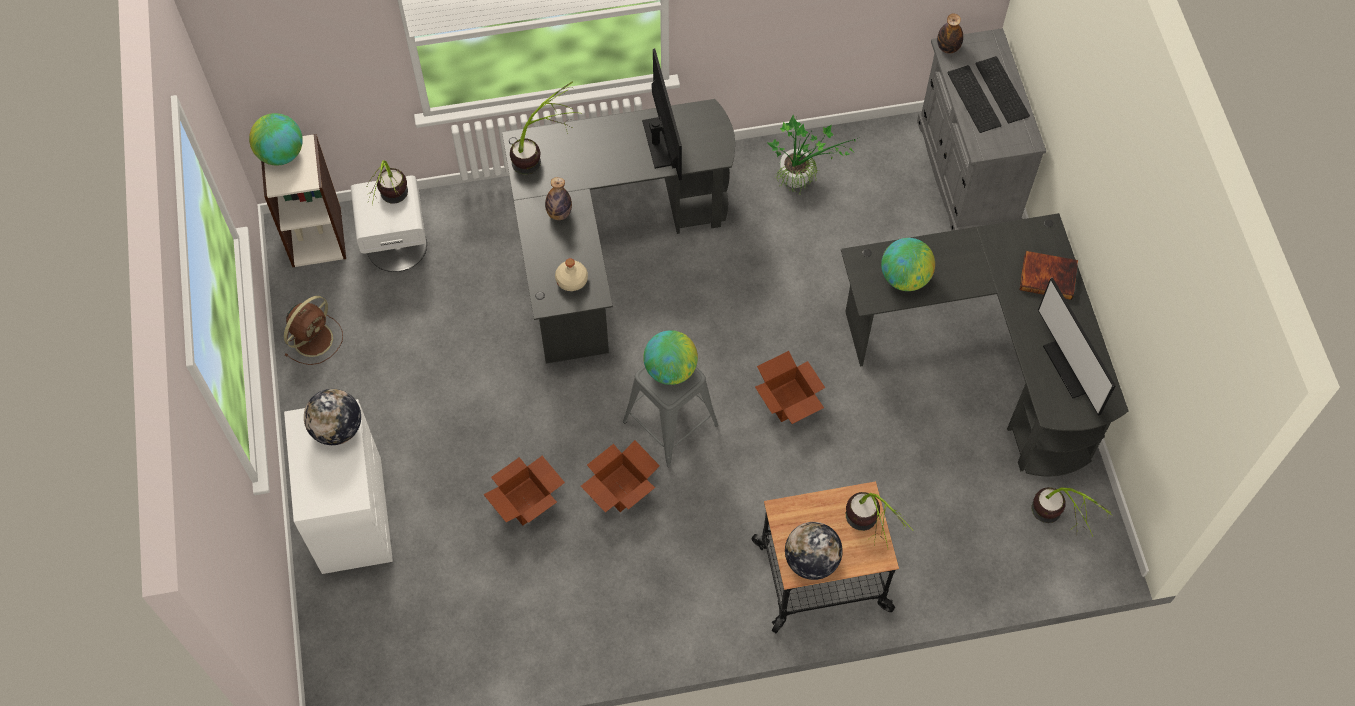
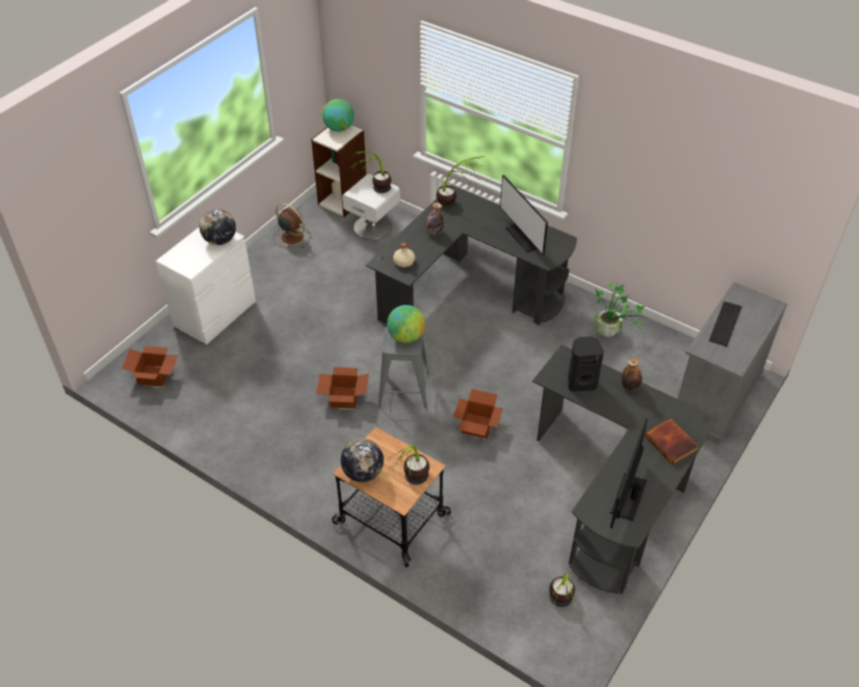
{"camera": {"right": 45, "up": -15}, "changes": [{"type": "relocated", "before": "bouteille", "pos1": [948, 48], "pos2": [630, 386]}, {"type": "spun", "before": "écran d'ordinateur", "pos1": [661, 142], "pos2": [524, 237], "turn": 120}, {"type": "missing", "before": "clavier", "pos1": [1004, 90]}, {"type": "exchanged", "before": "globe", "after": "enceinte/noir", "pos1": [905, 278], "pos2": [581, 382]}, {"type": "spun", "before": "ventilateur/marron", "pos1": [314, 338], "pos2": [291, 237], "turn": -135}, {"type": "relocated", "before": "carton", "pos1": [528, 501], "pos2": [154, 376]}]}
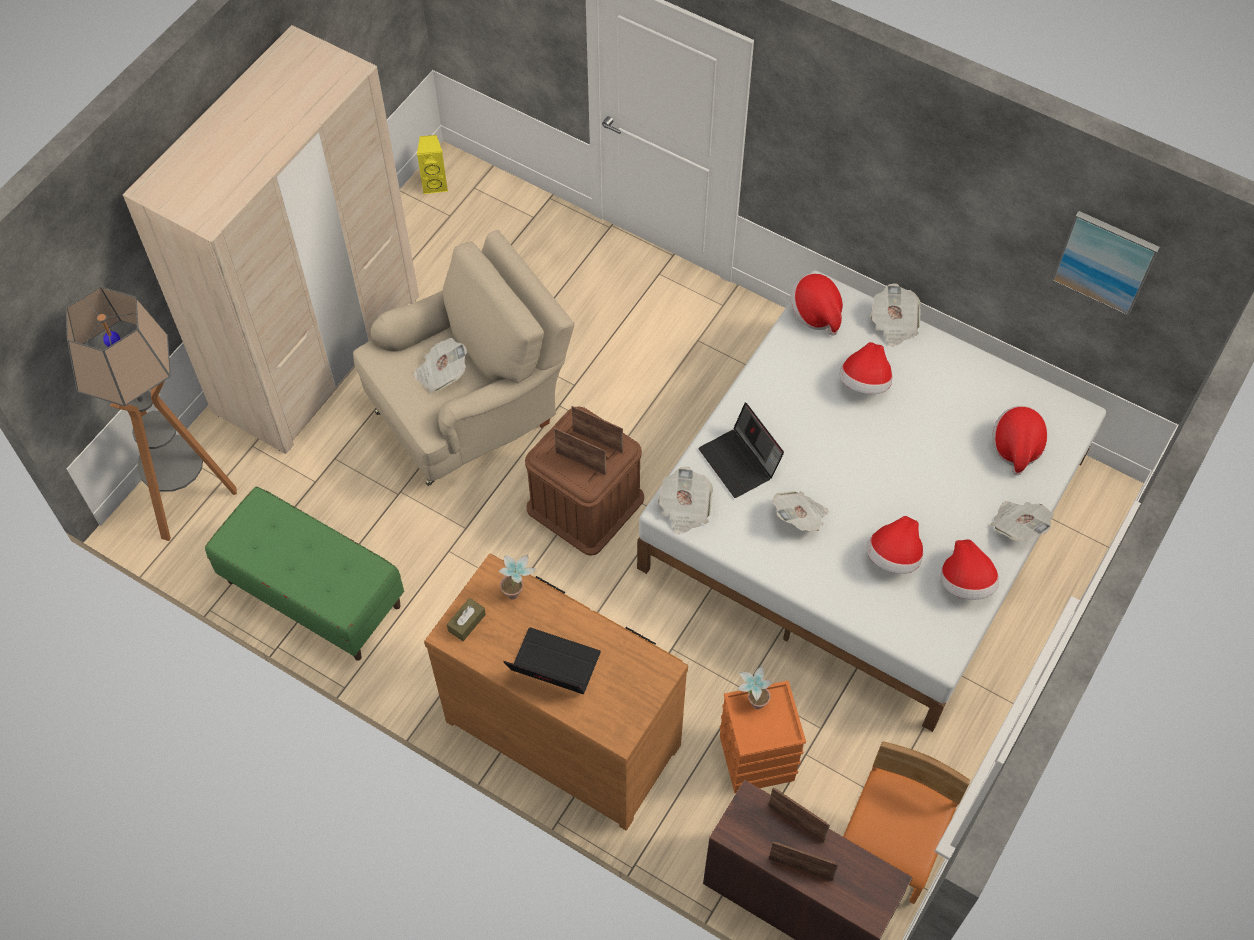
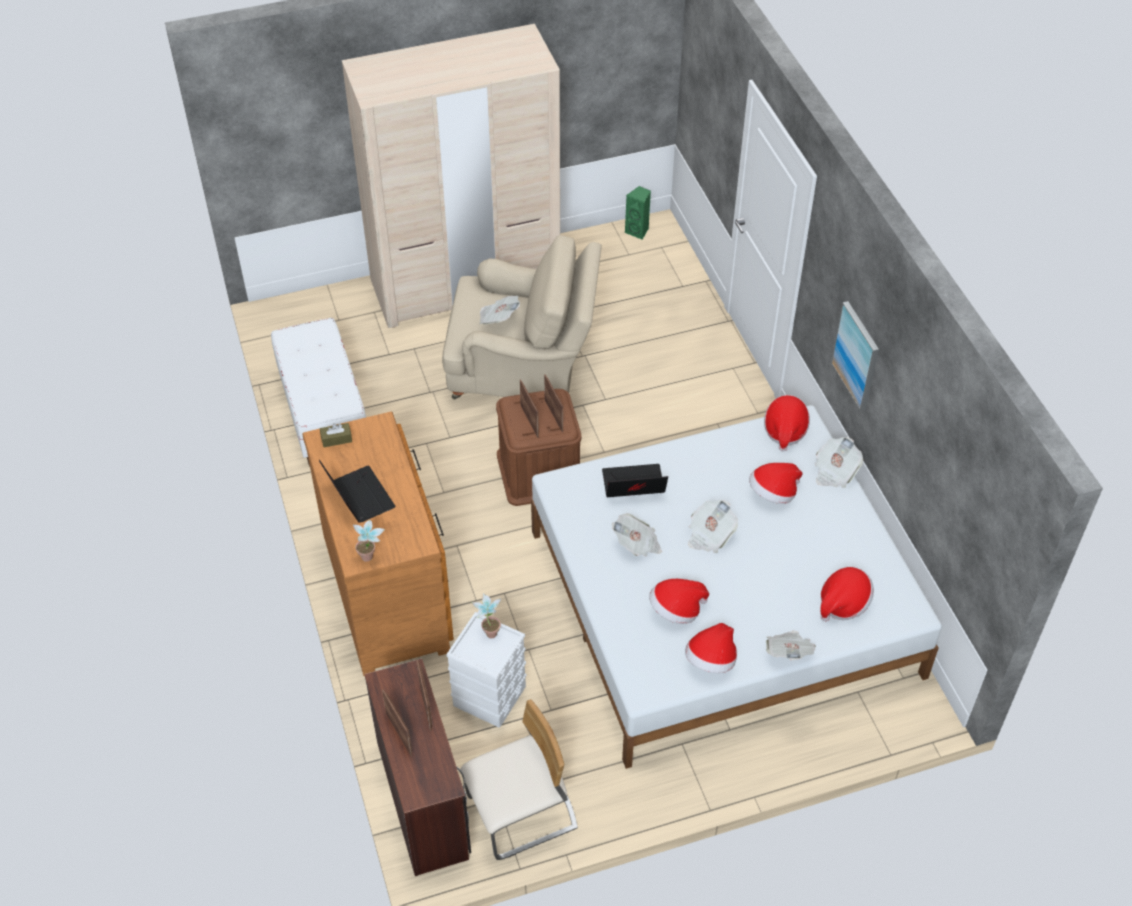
{"camera": {"right": 40, "up": -10}, "changes": [{"type": "colour", "before": "enceinte/jaune", "after": "enceinte/vert", "pos1": [435, 184], "pos2": [638, 231]}, {"type": "relocated", "before": "tableau", "pos1": [1105, 262], "pos2": [857, 355]}, {"type": "missing", "before": "lampadaire", "pos1": [187, 499]}, {"type": "spun", "before": "ordinateur portable", "pos1": [740, 462], "pos2": [632, 486], "turn": 75}, {"type": "relocated", "before": "journal", "pos1": [685, 509], "pos2": [709, 535]}, {"type": "colour", "before": "banc/vert", "after": "banc/blanc", "pos1": [313, 594], "pos2": [323, 414]}, {"type": "relocated", "before": "plante en pot", "pos1": [517, 592], "pos2": [370, 558]}, {"type": "colour", "before": "boîte de rangement/orange", "after": "boîte de rangement/blanc", "pos1": [756, 759], "pos2": [488, 696]}, {"type": "colour", "before": "chaise/orange", "after": "chaise/beige", "pos1": [890, 844], "pos2": [522, 814]}]}
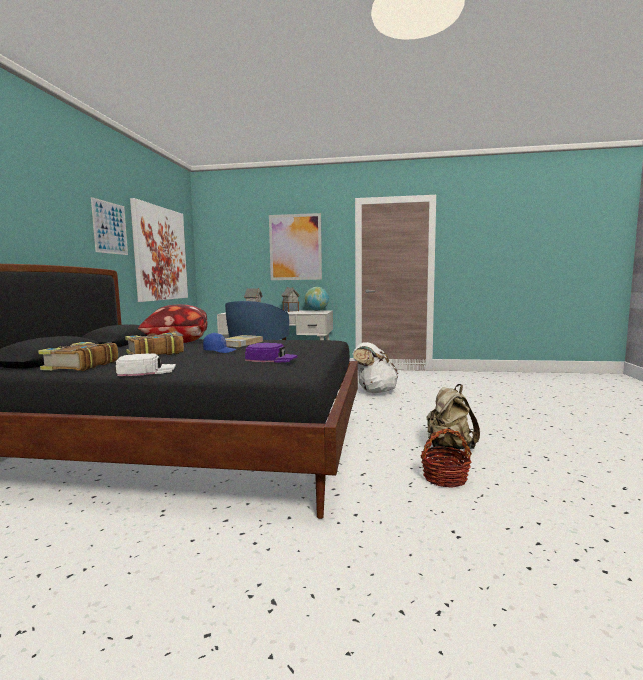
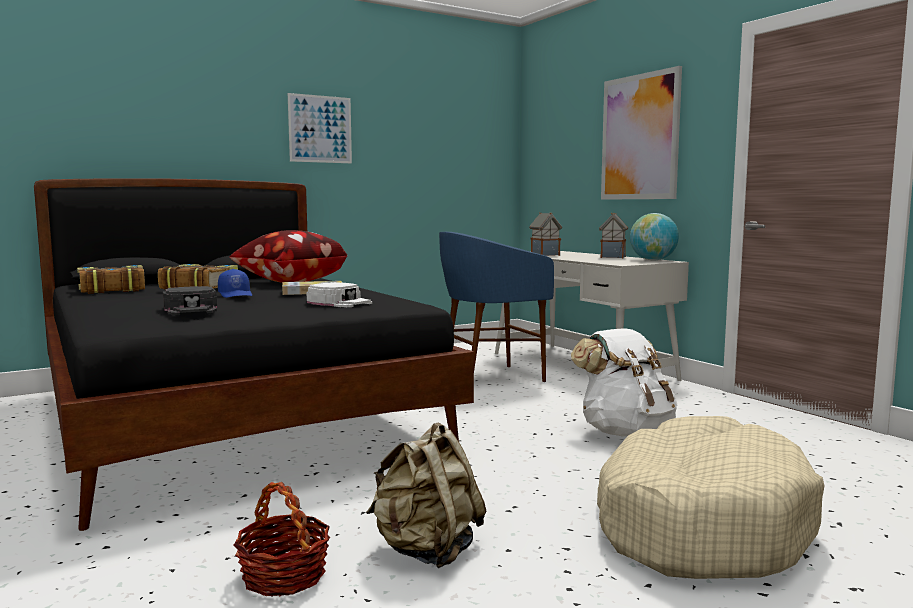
{"camera": {"right": 50, "up": 0}, "changes": [{"type": "missing", "before": "tableau", "pos1": [160, 254]}, {"type": "colour", "before": "casquette/violet", "after": "casquette/noir", "pos1": [271, 358], "pos2": [191, 309]}, {"type": "relocated", "before": "casquette/blanc", "pos1": [146, 371], "pos2": [340, 302]}, {"type": "appeared", "after": "panier pour chien/beige", "pos2": [699, 524]}]}
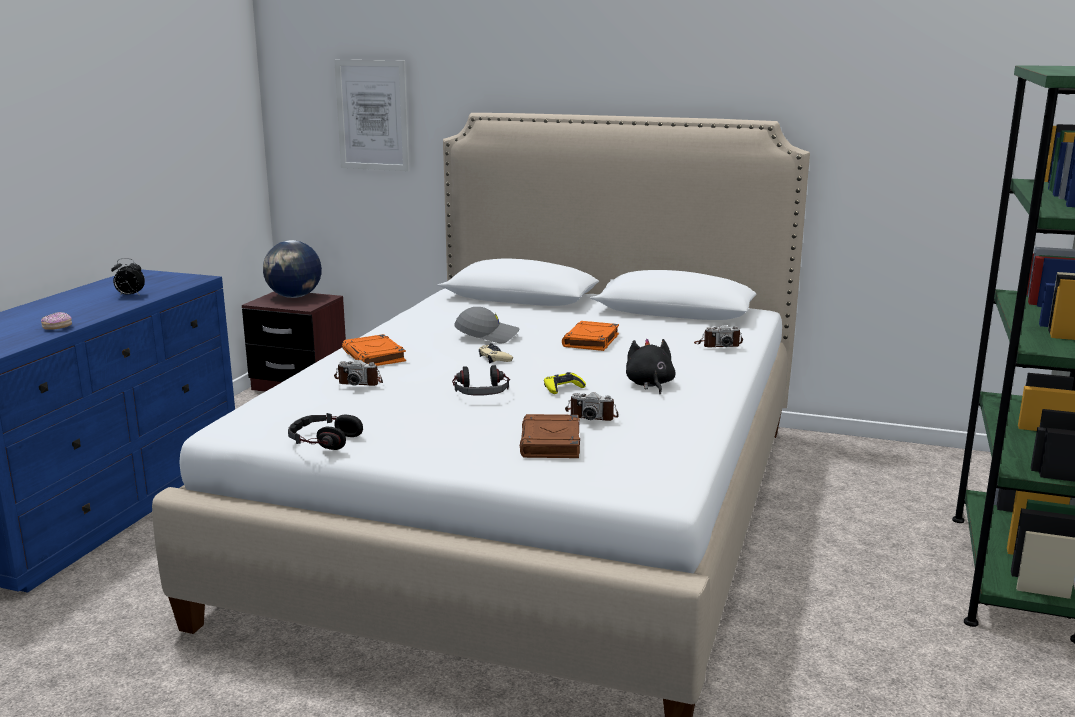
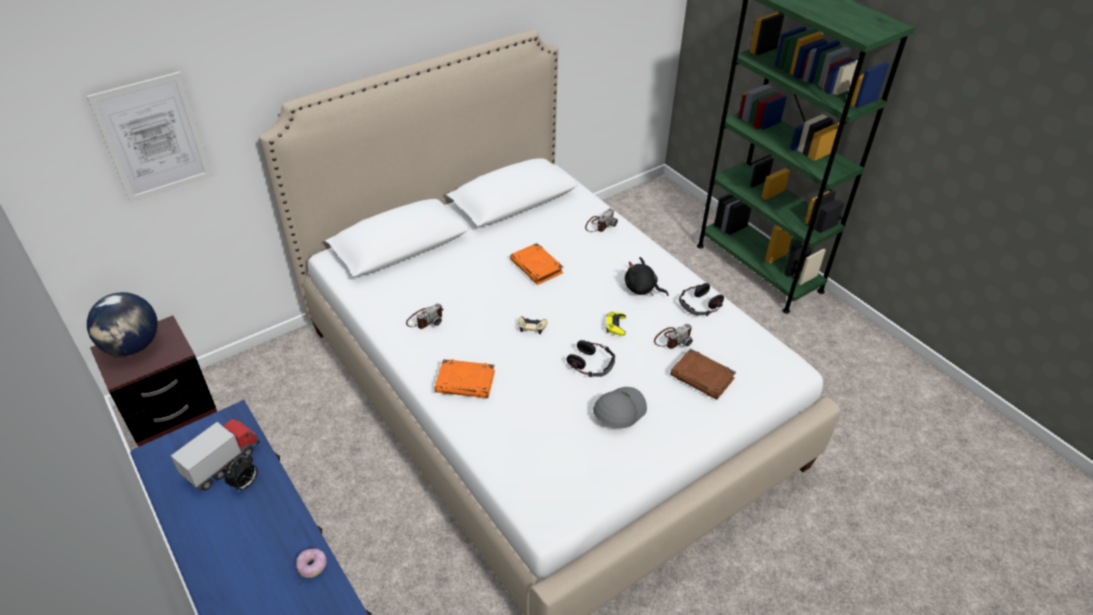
{"camera": {"right": -55, "up": 25}, "changes": [{"type": "relocated", "before": "casquette/gris", "pos1": [487, 336], "pos2": [618, 411]}, {"type": "relocated", "before": "appareil photo", "pos1": [360, 382], "pos2": [425, 319]}, {"type": "relocated", "before": "casque audio", "pos1": [324, 440], "pos2": [700, 305]}, {"type": "appeared", "after": "camion jouet", "pos2": [223, 463]}]}
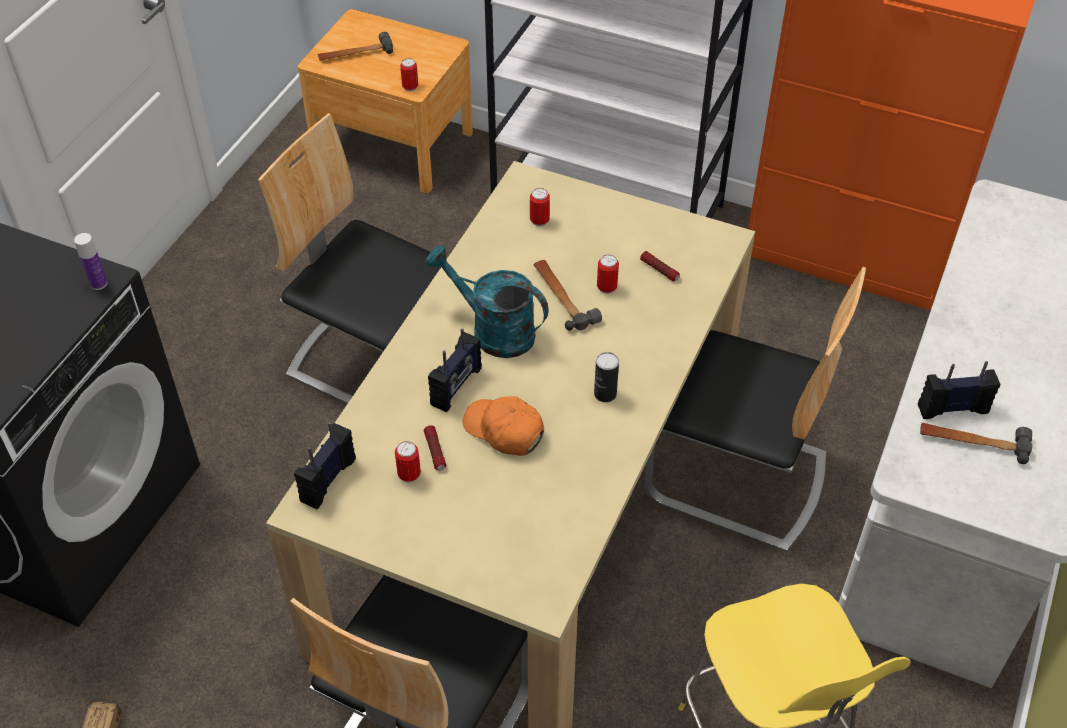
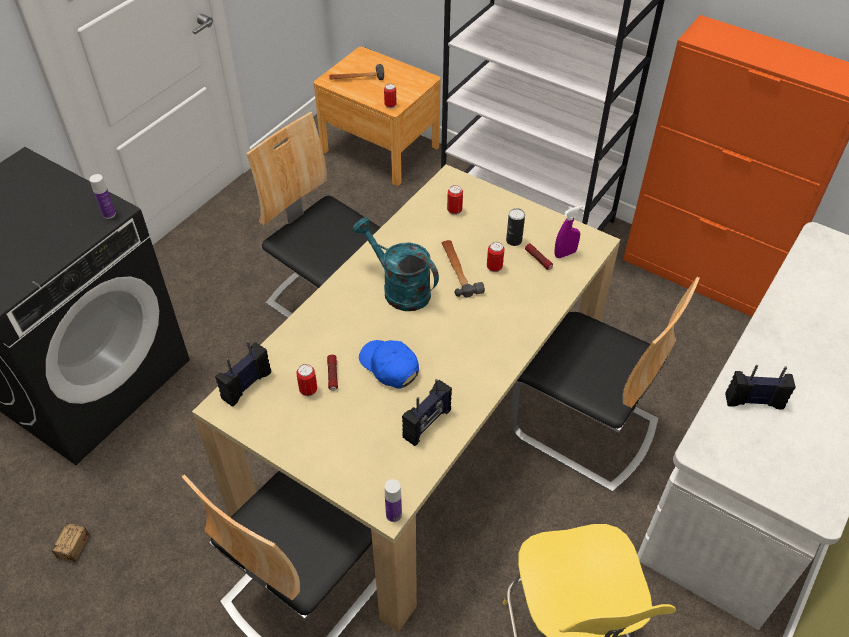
{"camera": {"right": 10, "up": 0}, "changes": [{"type": "relocated", "before": "radio", "pos1": [457, 387], "pos2": [427, 424]}, {"type": "relocated", "before": "boîte métallique", "pos1": [605, 394], "pos2": [514, 240]}, {"type": "colour", "before": "casquette/orange", "after": "casquette/bleu", "pos1": [504, 430], "pos2": [389, 367]}, {"type": "missing", "before": "marteau", "pos1": [973, 442]}, {"type": "appeared", "after": "vaporisateur/violet", "pos2": [565, 254]}, {"type": "appeared", "after": "bouteille", "pos2": [393, 515]}]}
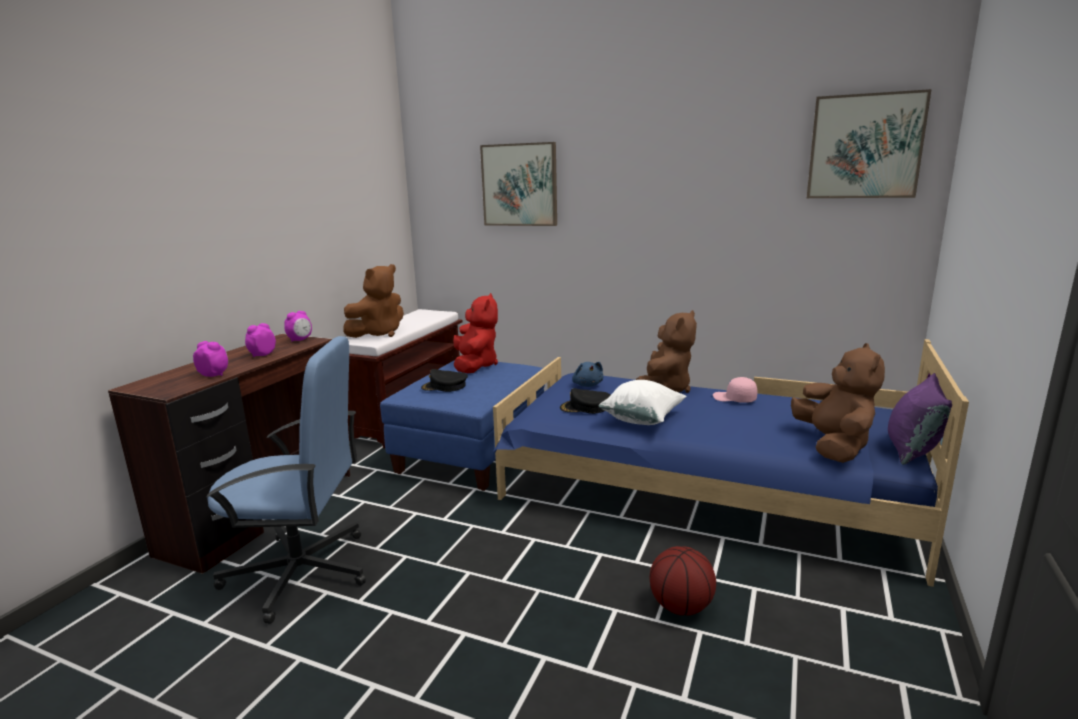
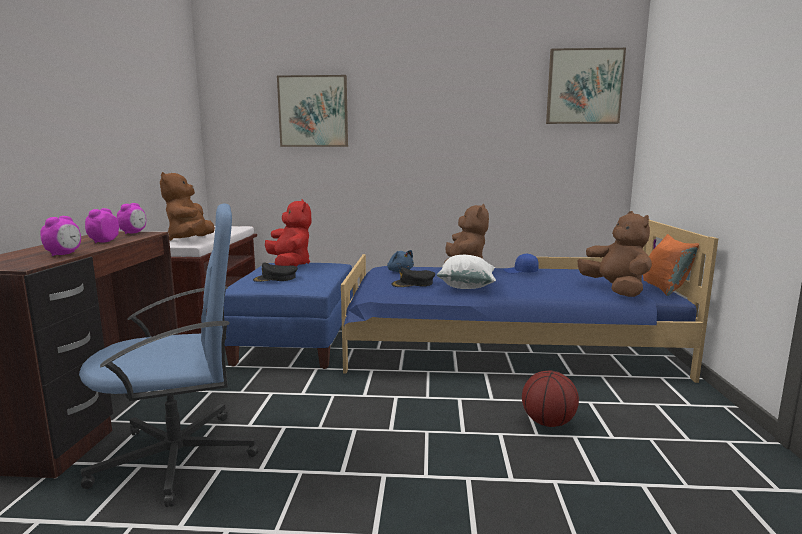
{"camera": {"right": -20, "up": -5}, "changes": [{"type": "spun", "before": "peluche/marron", "pos1": [378, 333], "pos2": [191, 240], "turn": 150}, {"type": "spun", "before": "réveil", "pos1": [214, 375], "pos2": [64, 254], "turn": 105}, {"type": "colour", "before": "coussin/violet", "after": "coussin/orange", "pos1": [913, 450], "pos2": [664, 288]}, {"type": "colour", "before": "casquette/rose", "after": "casquette/bleu", "pos1": [734, 399], "pos2": [520, 272]}]}
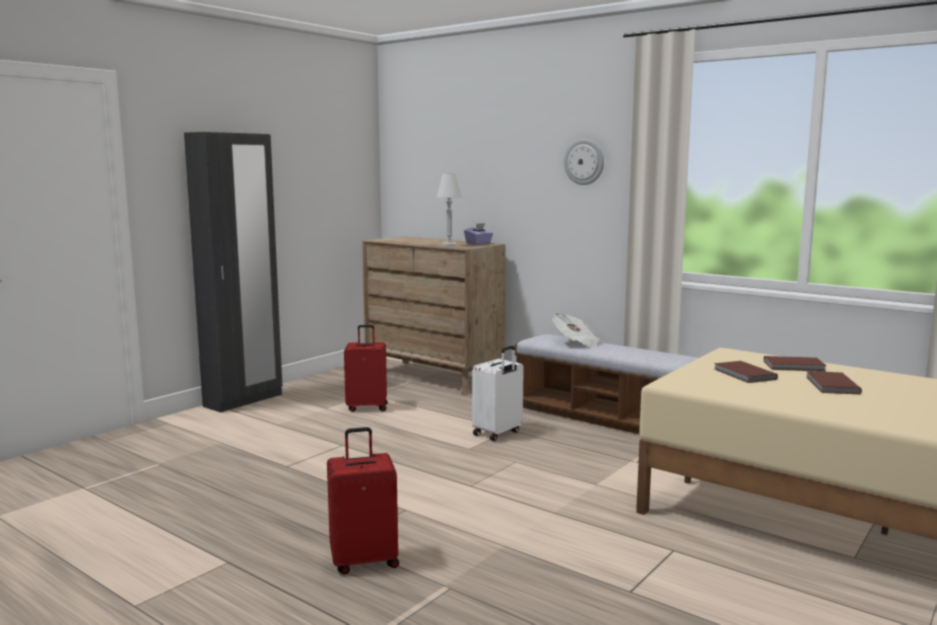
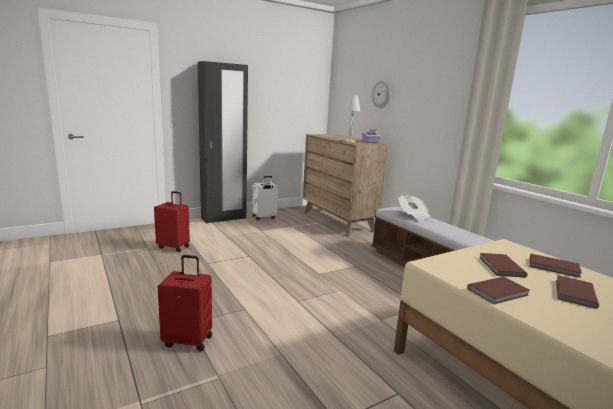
{"camera": {"right": 20, "up": 5}, "changes": [{"type": "relocated", "before": "horloge murale", "pos1": [584, 162], "pos2": [381, 94]}, {"type": "relocated", "before": "valise/rouge", "pos1": [367, 407], "pos2": [174, 247]}, {"type": "relocated", "before": "valise/blanc", "pos1": [498, 433], "pos2": [264, 218]}, {"type": "appeared", "after": "livre/marron", "pos2": [499, 292]}]}
